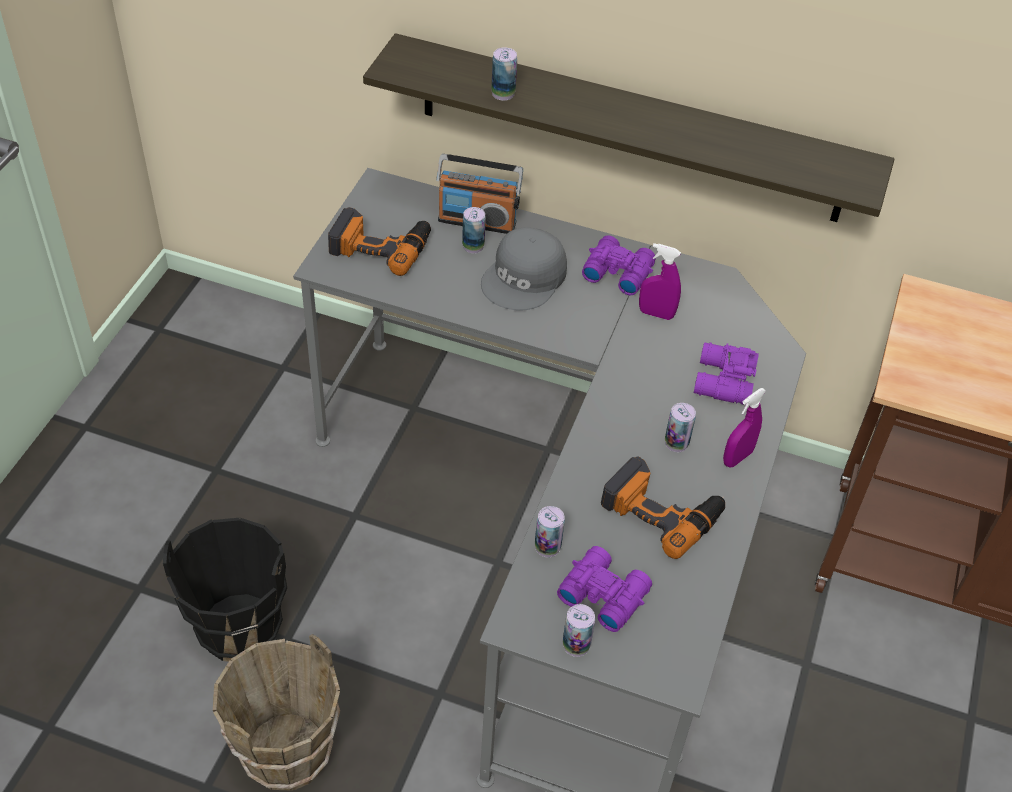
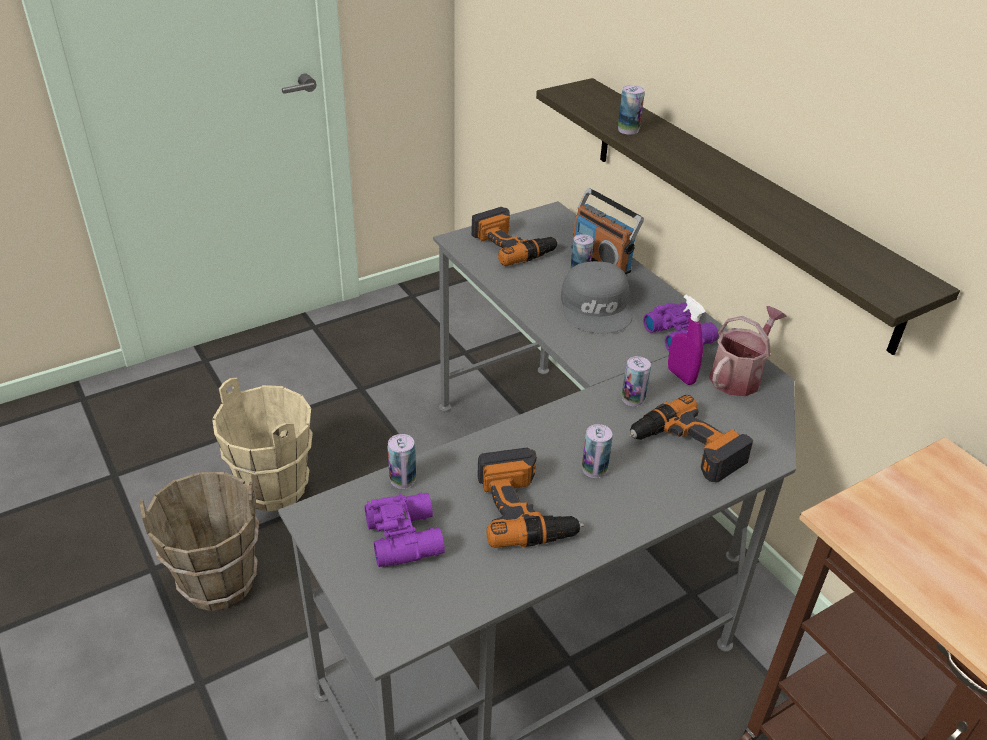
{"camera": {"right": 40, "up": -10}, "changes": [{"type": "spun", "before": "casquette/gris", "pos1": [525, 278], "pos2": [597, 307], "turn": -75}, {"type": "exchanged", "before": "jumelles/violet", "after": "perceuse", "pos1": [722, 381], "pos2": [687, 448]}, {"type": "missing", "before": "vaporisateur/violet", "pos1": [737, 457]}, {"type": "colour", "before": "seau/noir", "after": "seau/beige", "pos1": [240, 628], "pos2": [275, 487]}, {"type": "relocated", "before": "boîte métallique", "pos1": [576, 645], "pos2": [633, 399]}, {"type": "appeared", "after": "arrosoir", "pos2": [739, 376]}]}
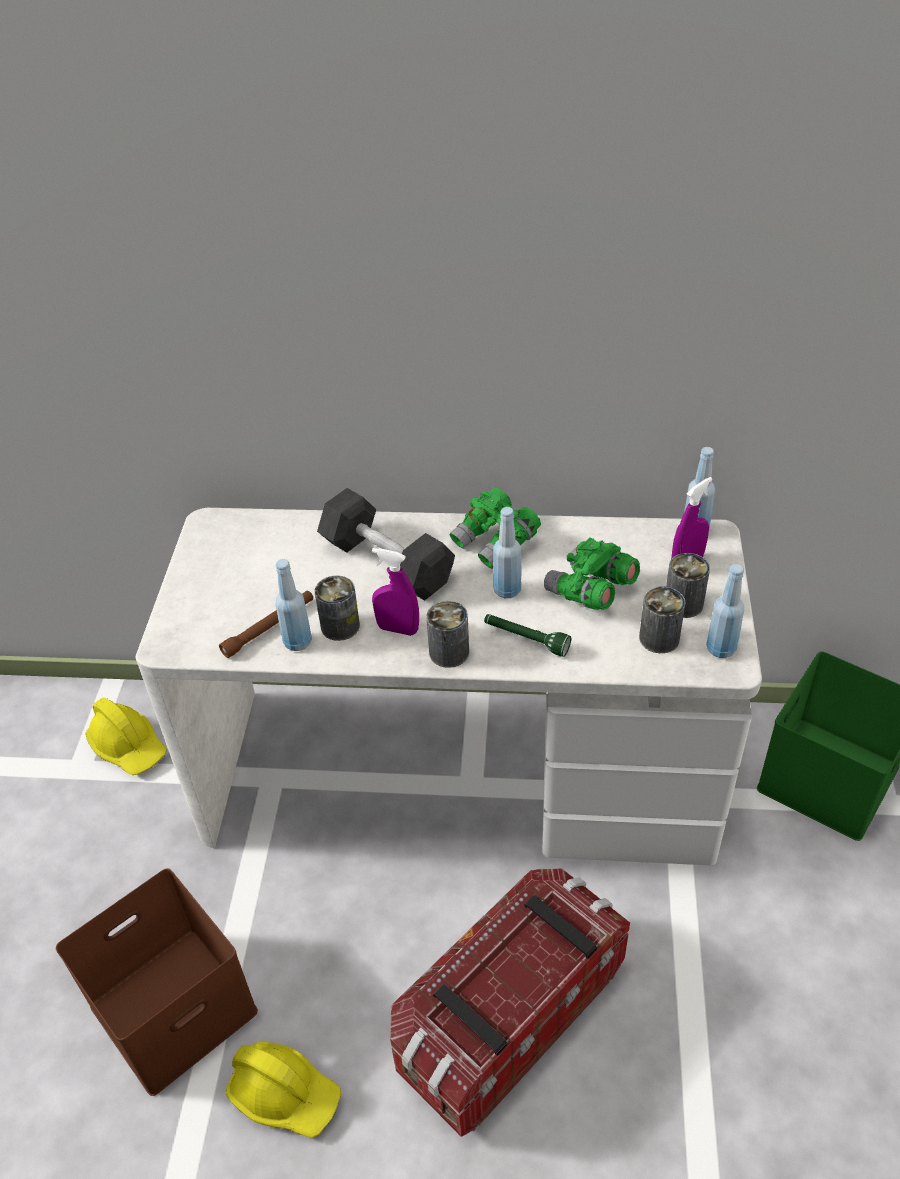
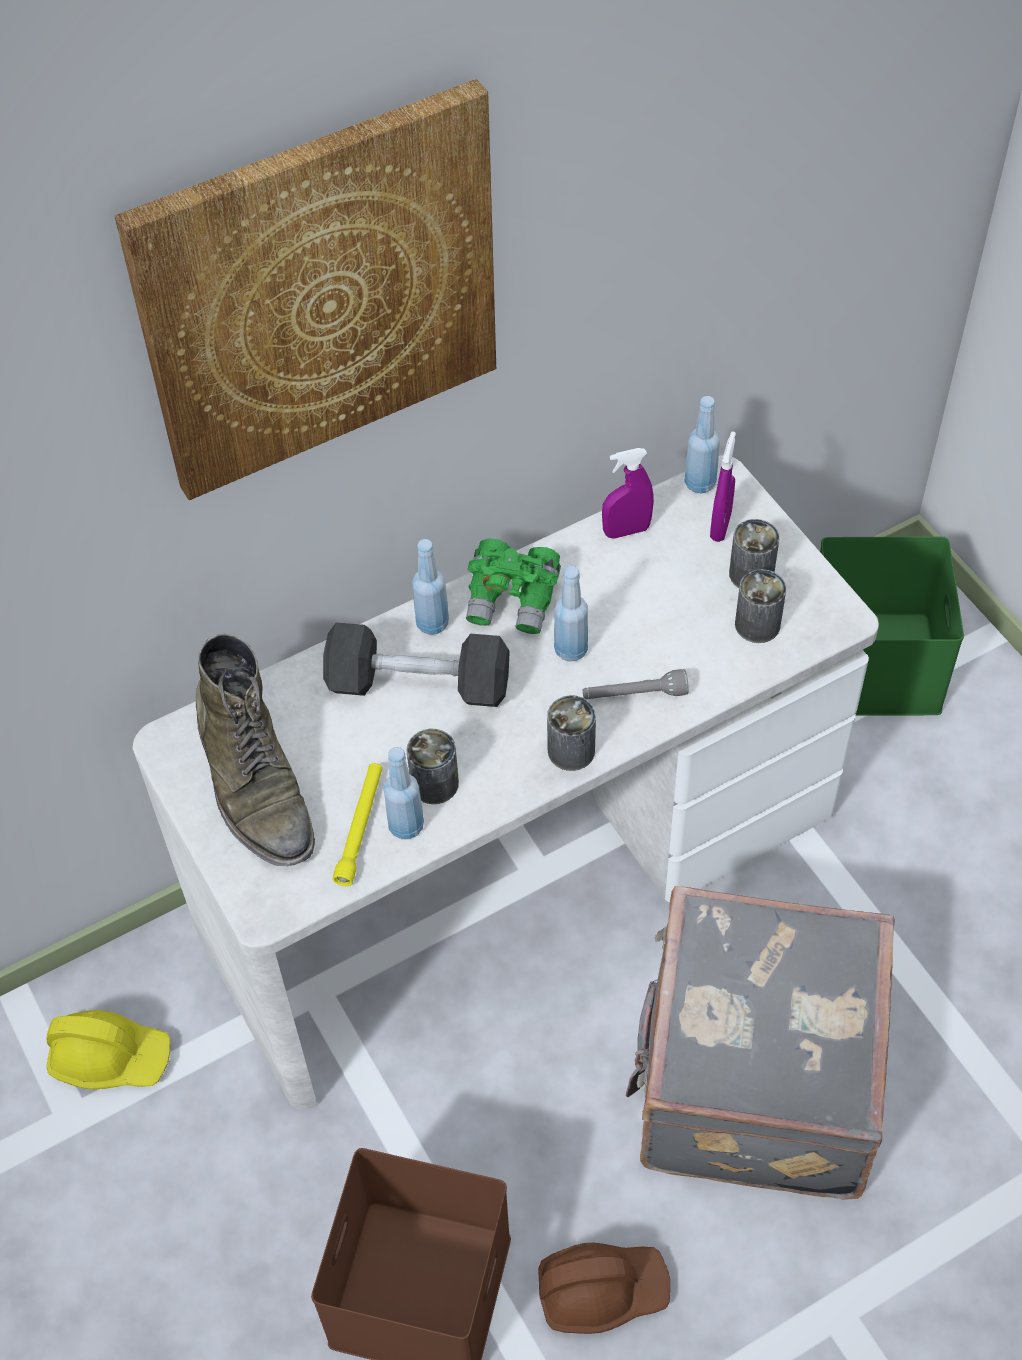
{"camera": {"right": -35, "up": 10}, "changes": [{"type": "missing", "before": "jumelles/vert", "pos1": [590, 591]}, {"type": "relocated", "before": "vaporisateur/violet", "pos1": [398, 629], "pos2": [626, 531]}, {"type": "relocated", "before": "bouteille/bleu", "pos1": [721, 648], "pos2": [432, 623]}, {"type": "colour", "before": "lampe de poche/marron", "after": "lampe de poche/jaune", "pos1": [269, 628], "pos2": [360, 827]}, {"type": "colour", "before": "lampe de poche/vert", "after": "lampe de poche/gris", "pos1": [525, 639], "pos2": [634, 695]}, {"type": "exchanged", "before": "boîte de rangement", "after": "valise/gris", "pos1": [508, 1016], "pos2": [752, 1080]}, {"type": "colour", "before": "casque de chantier/jaune", "after": "casque de chantier/marron", "pos1": [285, 1093], "pos2": [602, 1290]}, {"type": "appeared", "after": "tableau", "pos2": [319, 292]}, {"type": "appeared", "after": "botte/vert", "pos2": [255, 784]}]}
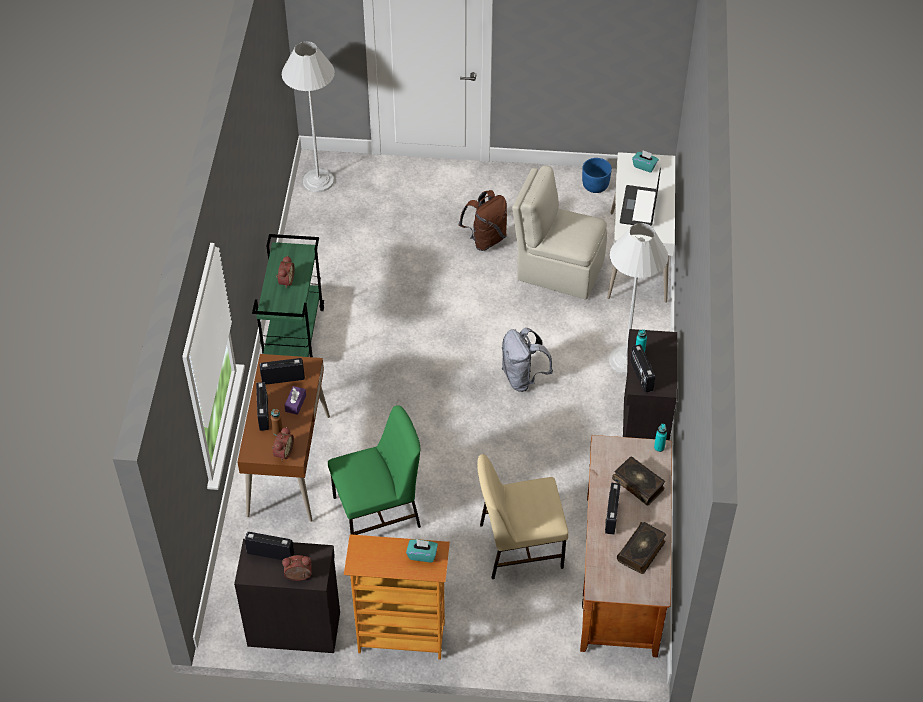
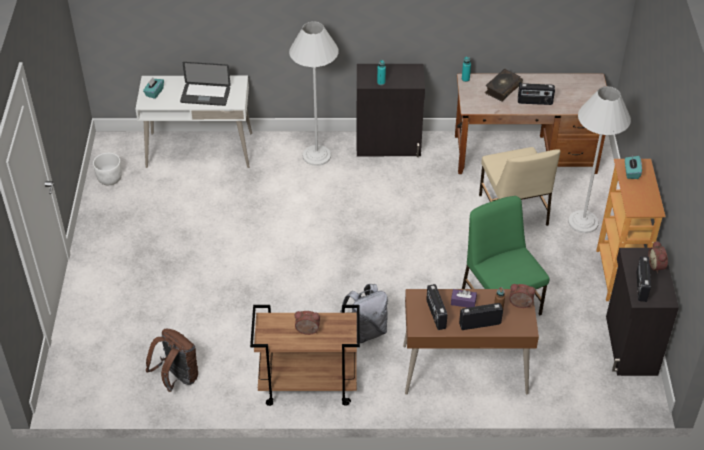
{"camera": {"right": -95, "up": -5}, "changes": [{"type": "relocated", "before": "lampadaire/blanc", "pos1": [318, 181], "pos2": [583, 222]}, {"type": "colour", "before": "cache-pot/bleu", "after": "cache-pot/blanc", "pos1": [595, 186], "pos2": [110, 178]}, {"type": "missing", "before": "chaise/beige", "pos1": [558, 269]}, {"type": "relocated", "before": "sac à dos/marron", "pos1": [485, 239], "pos2": [177, 378]}, {"type": "colour", "before": "chariot/vert", "after": "chariot/marron", "pos1": [293, 335], "pos2": [307, 385]}, {"type": "relocated", "before": "sac à dos/gris", "pos1": [523, 378], "pos2": [366, 331]}, {"type": "missing", "before": "radio", "pos1": [641, 376]}, {"type": "missing", "before": "livre", "pos1": [641, 551]}]}
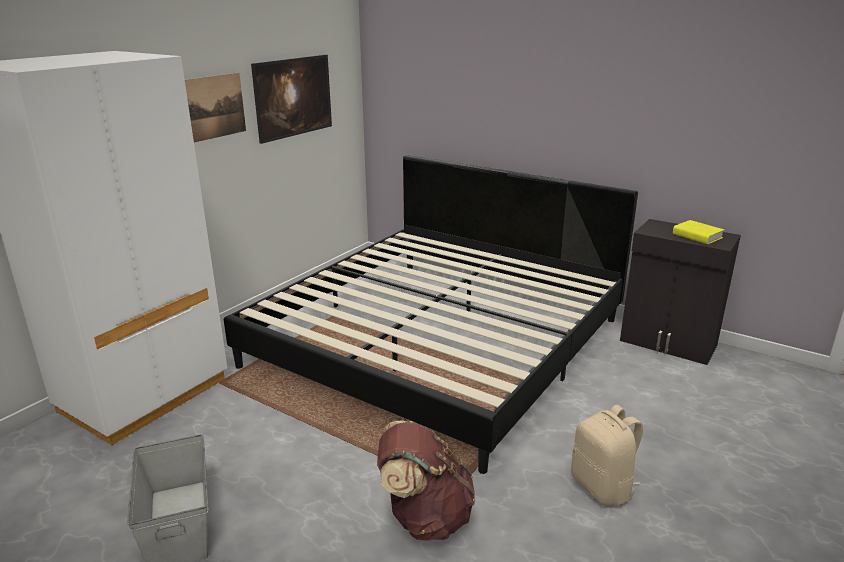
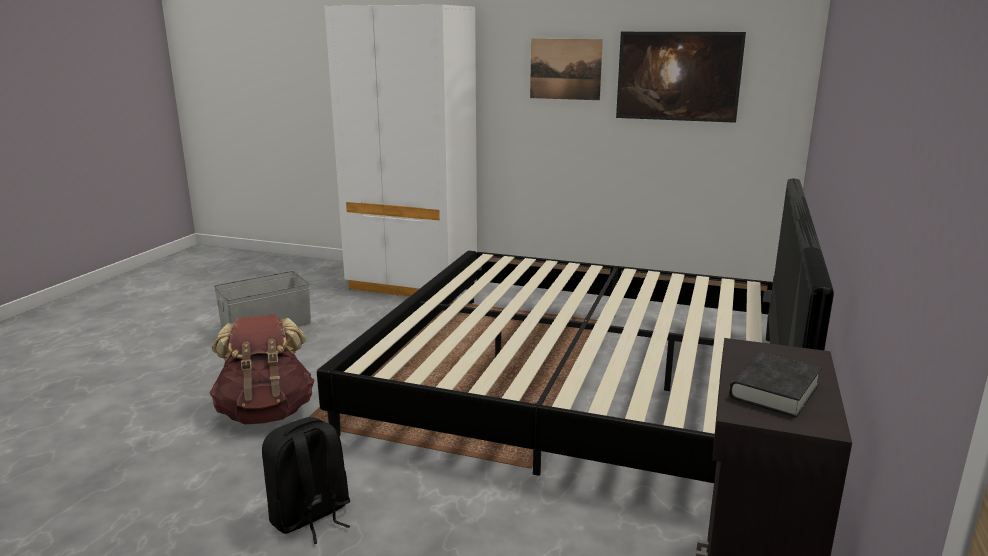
{"camera": {"right": 75, "up": -5}, "changes": [{"type": "colour", "before": "livre/jaune", "after": "livre/noir", "pos1": [697, 236], "pos2": [774, 391]}, {"type": "colour", "before": "sac à dos/beige", "after": "sac à dos/noir", "pos1": [603, 487], "pos2": [310, 516]}]}
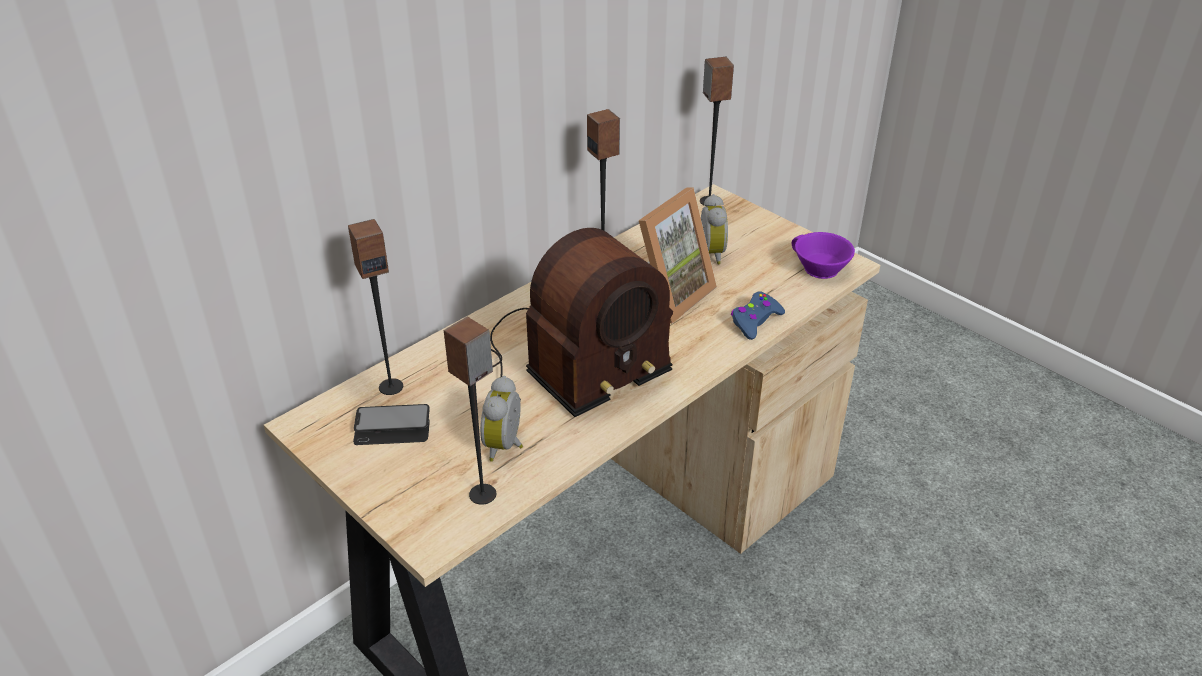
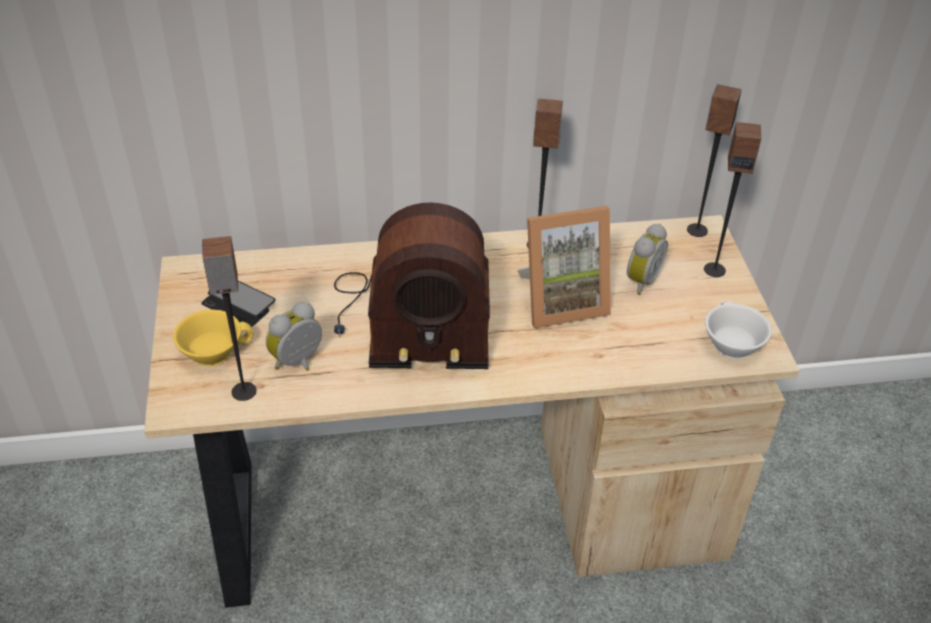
{"camera": {"right": 35, "up": 5}, "changes": [{"type": "relocated", "before": "enceinte", "pos1": [391, 386], "pos2": [714, 269]}, {"type": "colour", "before": "tasse/violet", "after": "tasse/blanc", "pos1": [818, 269], "pos2": [729, 344]}, {"type": "missing", "before": "manette/bleu", "pos1": [755, 321]}, {"type": "appeared", "after": "tasse/jaune", "pos2": [213, 350]}]}
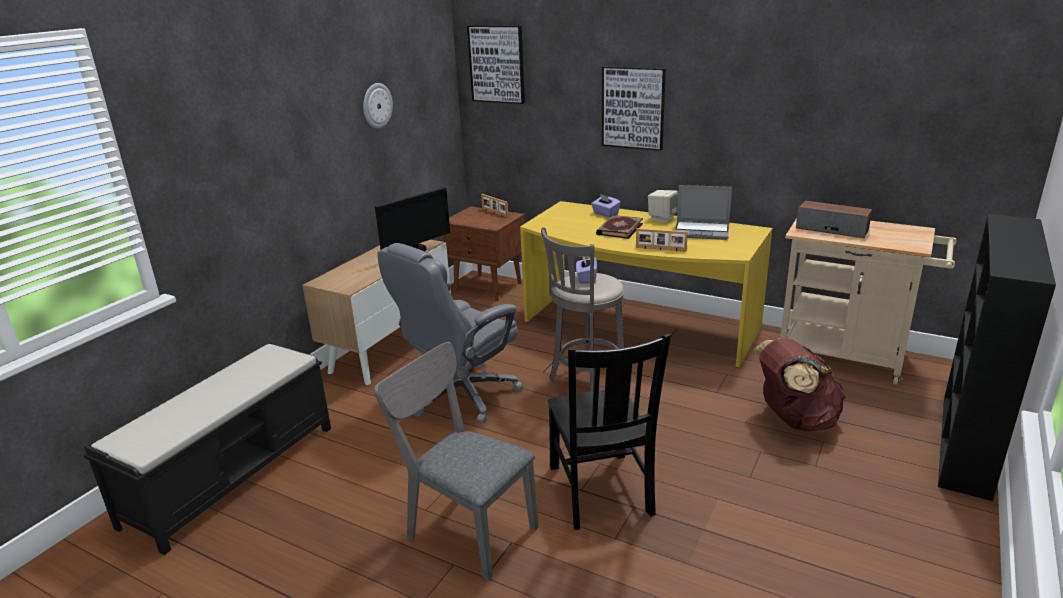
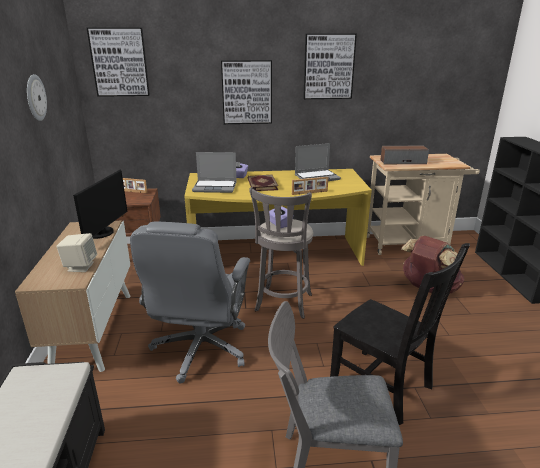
{"camera": {"right": -35, "up": 0}, "changes": [{"type": "relocated", "before": "enceinte/beige", "pos1": [662, 219], "pos2": [80, 266]}, {"type": "appeared", "after": "tableau", "pos2": [328, 66]}, {"type": "appeared", "after": "ordinateur portable", "pos2": [215, 187]}]}
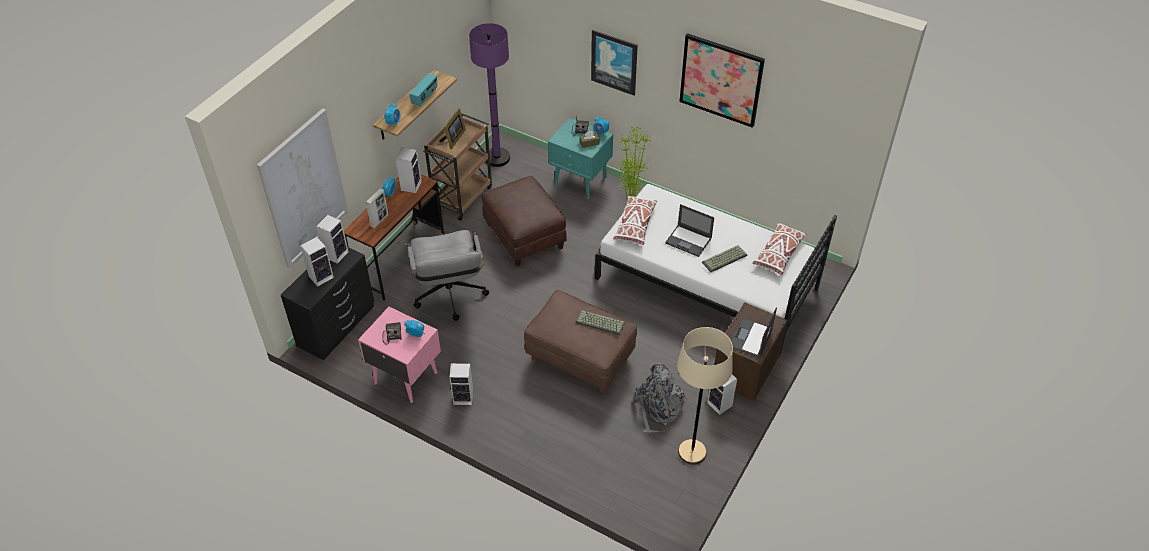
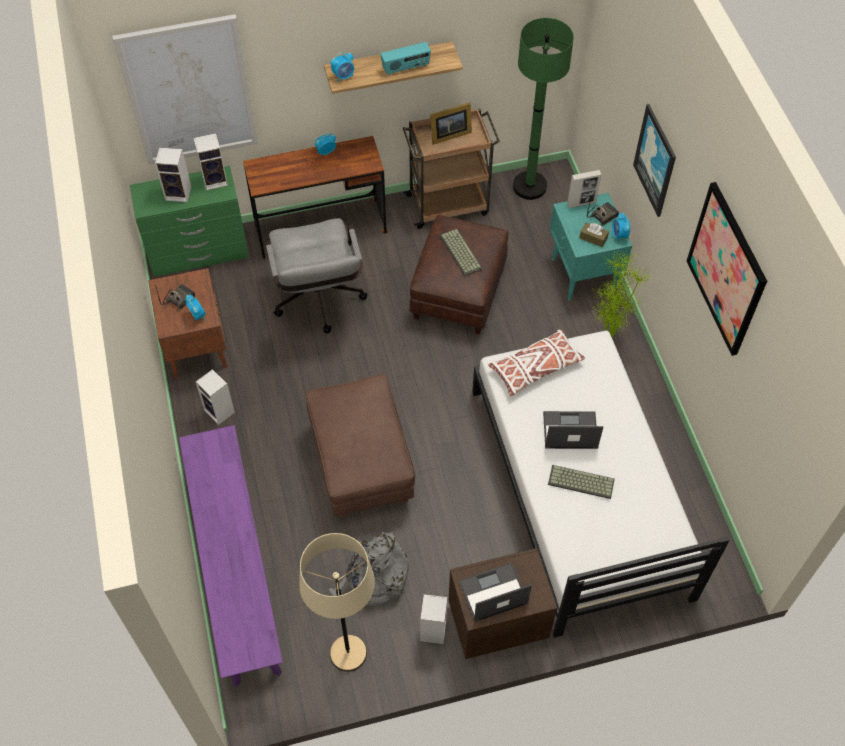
{"camera": {"right": 45, "up": 10}, "changes": [{"type": "colour", "before": "lampadaire/violet", "after": "lampadaire/vert", "pos1": [497, 158], "pos2": [529, 186]}, {"type": "missing", "before": "enceinte", "pos1": [411, 185]}, {"type": "relocated", "before": "cadre photo", "pos1": [379, 220], "pos2": [581, 203]}, {"type": "spun", "before": "ordinateur portable", "pos1": [689, 241], "pos2": [569, 430], "turn": 105}, {"type": "missing", "before": "coussin/blanc", "pos1": [778, 254]}, {"type": "spun", "before": "chaise de bureau/gris", "pos1": [450, 298], "pos2": [319, 303], "turn": -45}, {"type": "colour", "before": "commode/noir", "after": "commode/vert", "pos1": [337, 326], "pos2": [199, 252]}, {"type": "colour", "before": "table de chevet/rose", "after": "table de chevet/marron", "pos1": [405, 377], "pos2": [197, 349]}, {"type": "relocated", "before": "clavier", "pos1": [599, 323], "pos2": [459, 252]}, {"type": "appeared", "after": "banc/violet", "pos2": [236, 570]}]}
